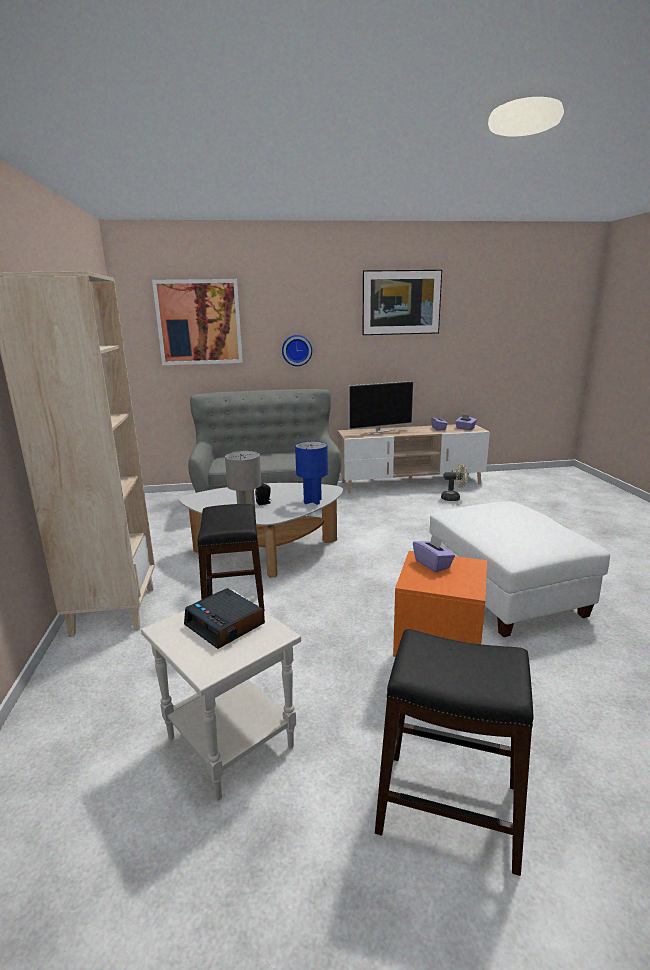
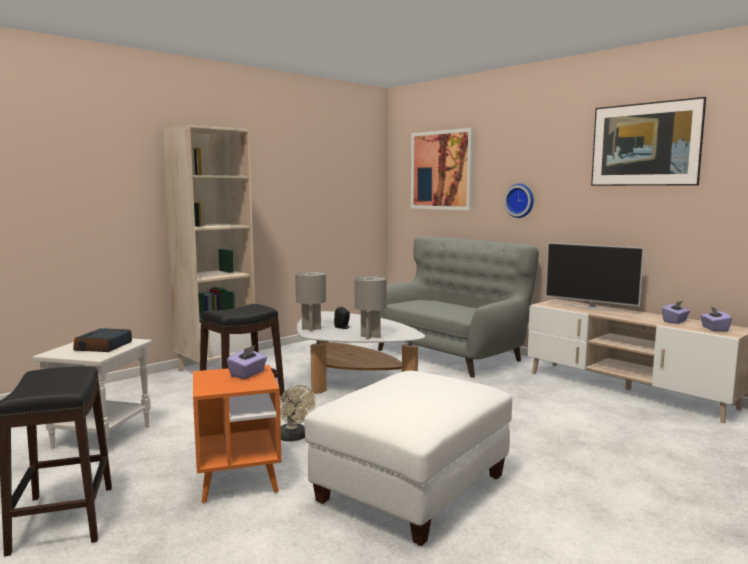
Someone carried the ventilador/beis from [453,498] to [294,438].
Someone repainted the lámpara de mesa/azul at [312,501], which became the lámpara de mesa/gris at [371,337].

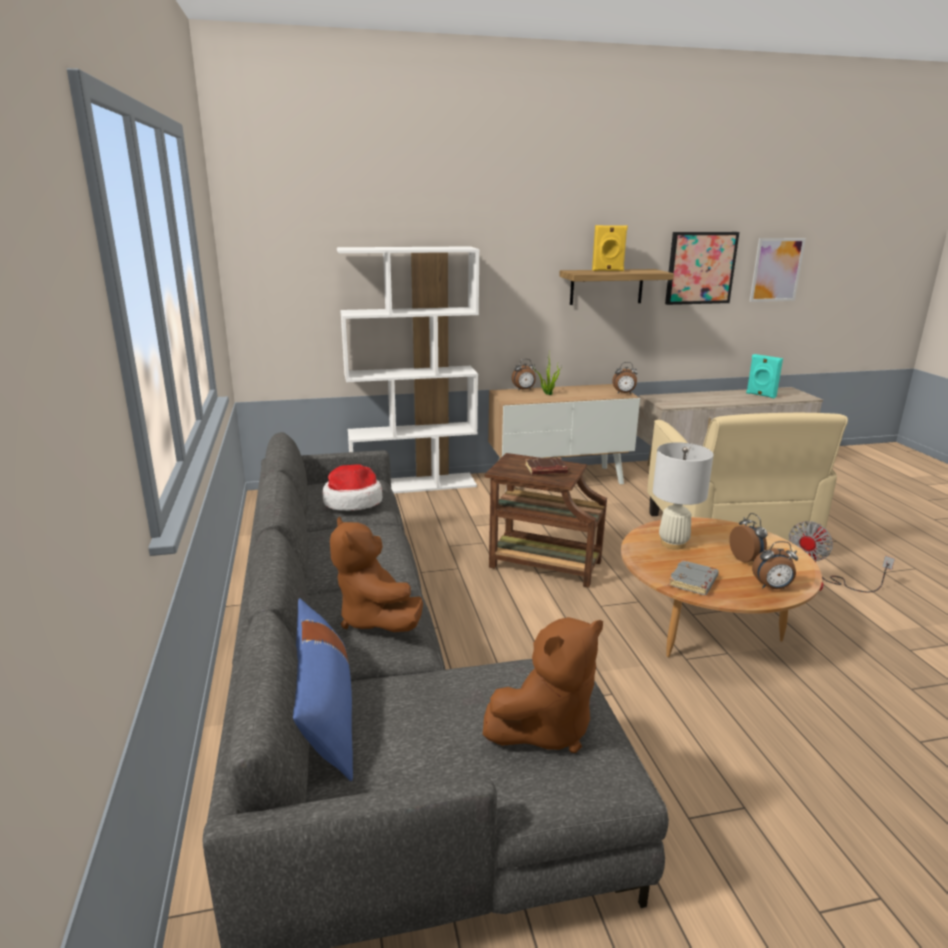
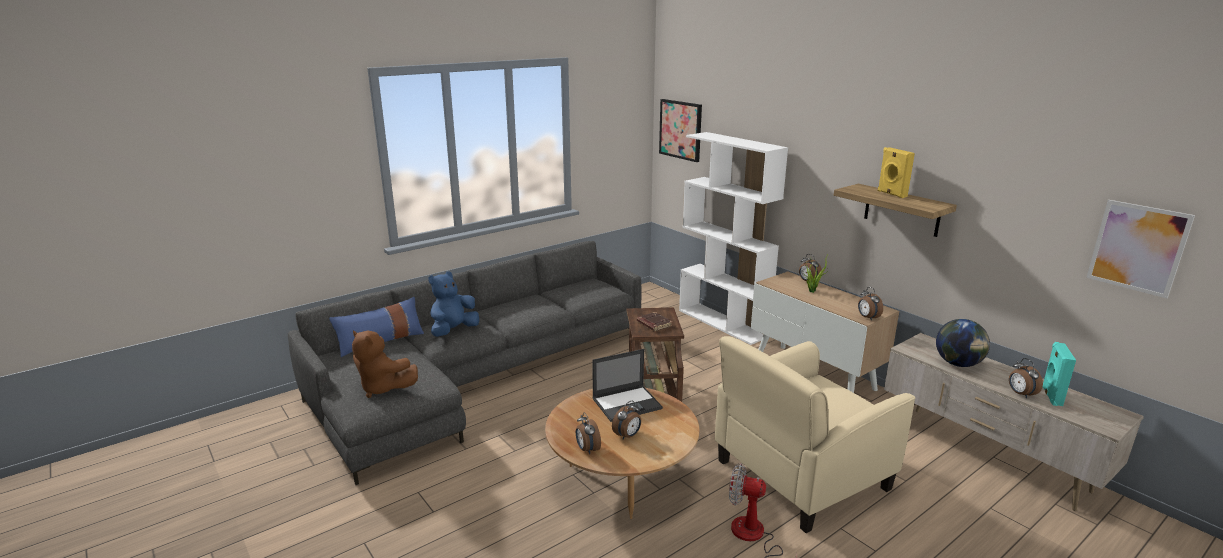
Someone took away the sombrero at [352,501].
Someone took away the libro/gris at [693,582].
Someone put down the globo terráqueo at [958,364].
Someone put down the despertador at [1020,394].
Someone carried the cuadro from [700,268] to [681,129].
Someone swapped the lámpara de mesa/blanco at [673,543] for the portátil at [627,403].
Someone repainted the peluche/marrón at [375,619], which became the peluche/azul at [453,331].

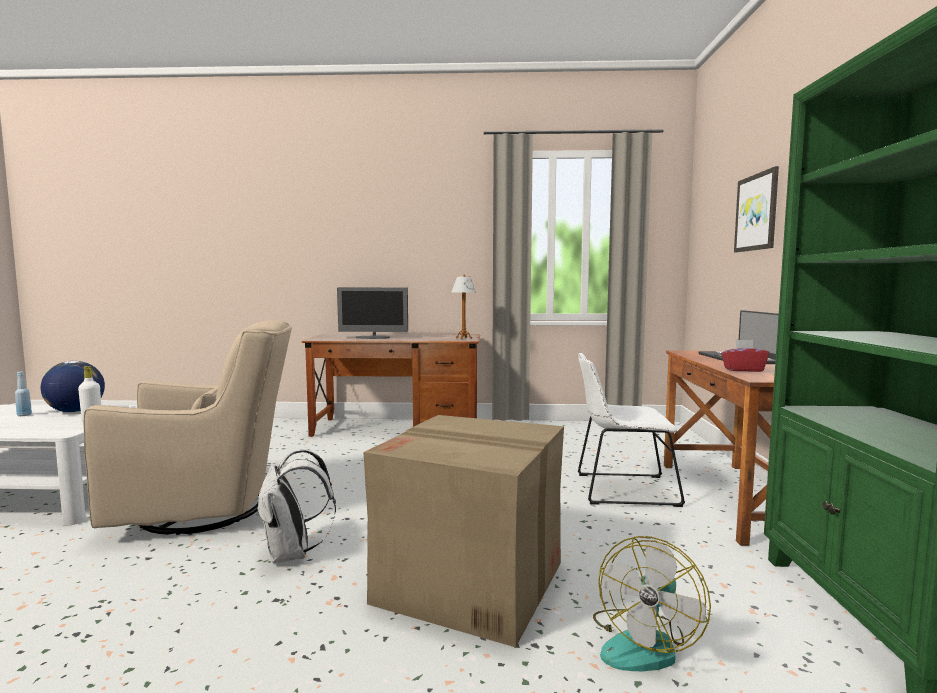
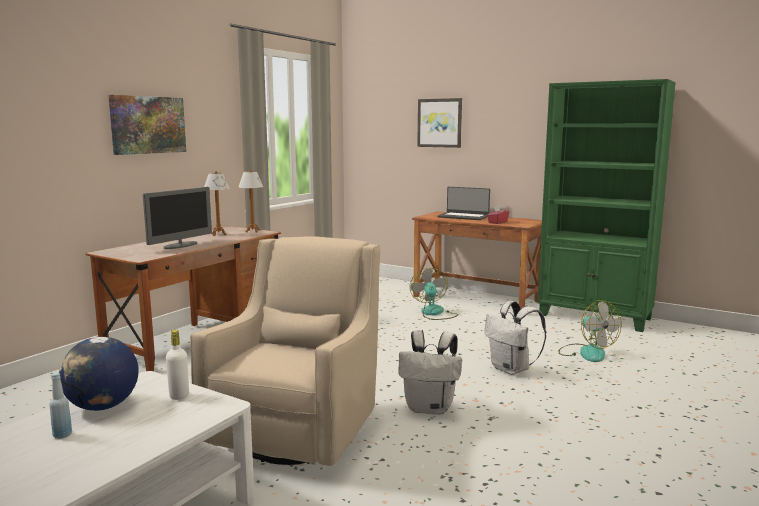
Someone put up the cuadro at [148,125].
Someone put down the lámpara de mesa at [219,234].
Someone swapped the caja de cartón at [472,582] for the mochila/blanco at [512,369].
Someone swapped the silla/blanco at [621,489] for the ventilador at [434,313].

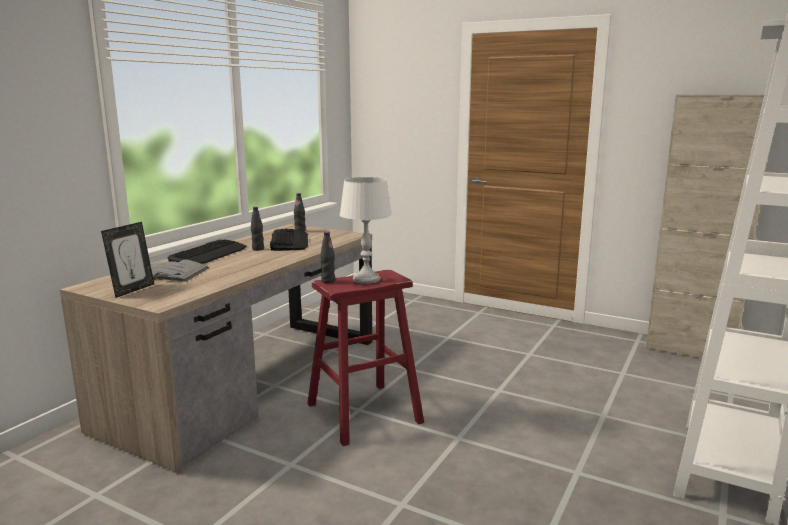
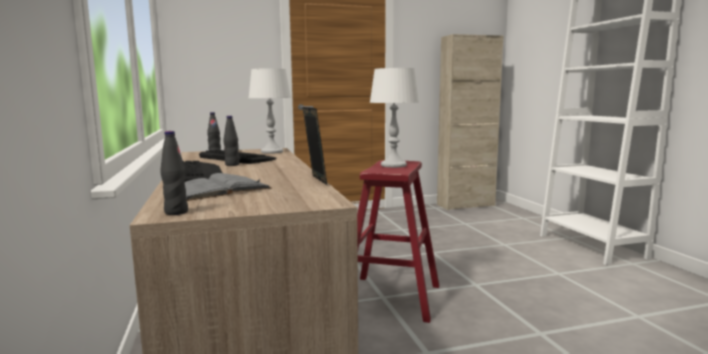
Someone put down the lámpara de mesa/blanco at [271,152].
Someone carried the portarretratos from [132,290] to [315,180].
Someone carried the botella/negro from [328,281] to [176,212].

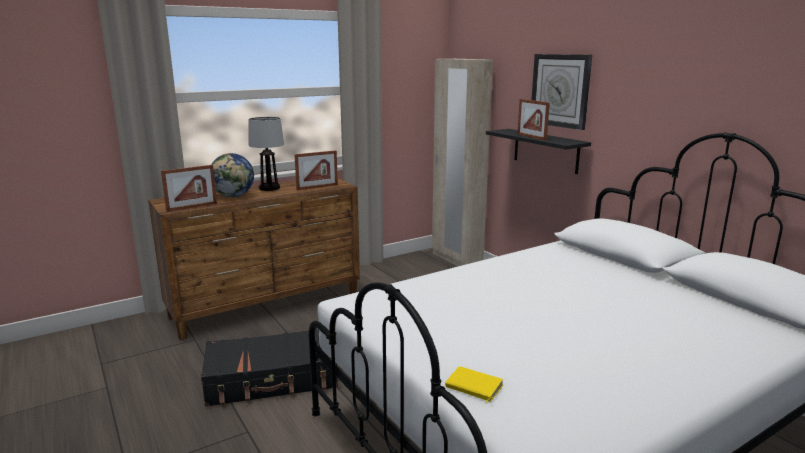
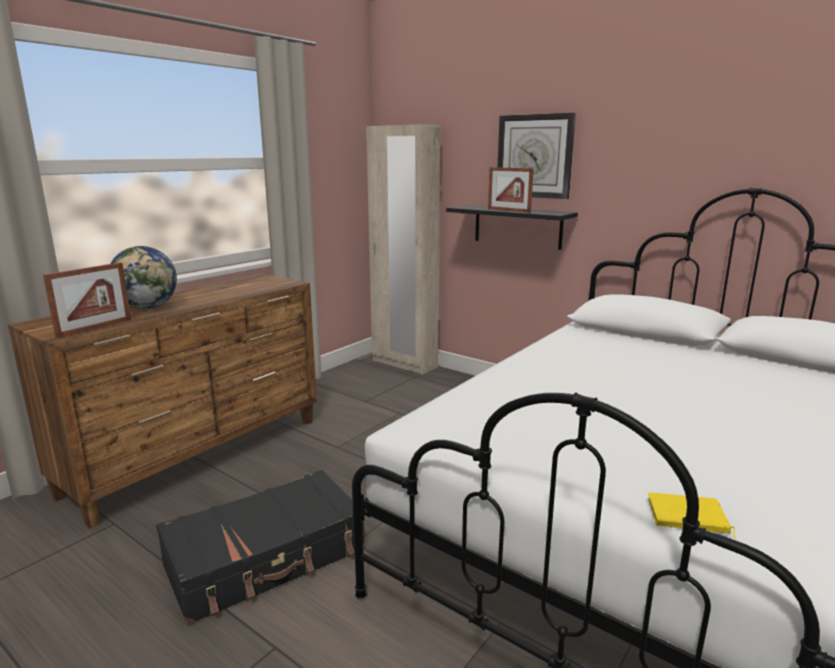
Someone took away the lámpara de mesa at [270,188].
Someone took away the portarretratos at [317,187].

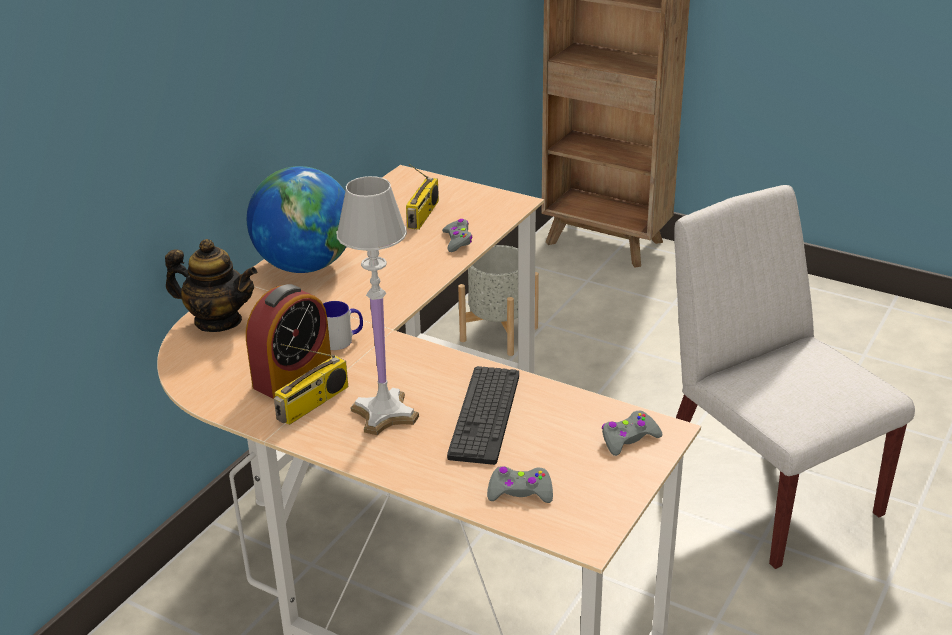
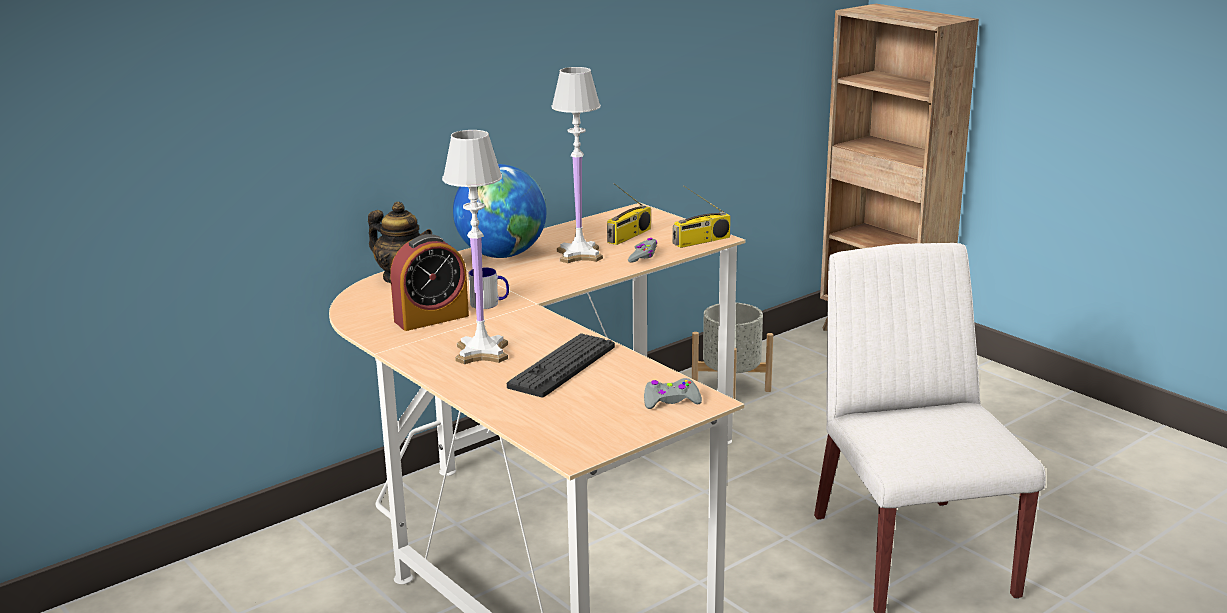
Someone took away the mando de consola/gris at [520,492].
Someone put down the lámpara de mesa/blanco at [580,255].
Someone carried the radio from [313,404] to [701,241].

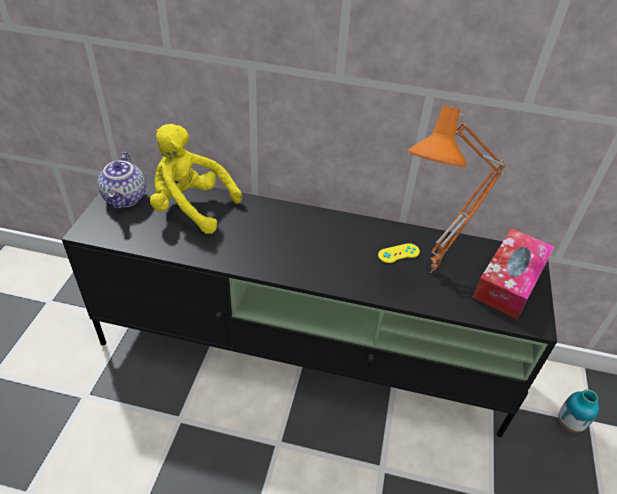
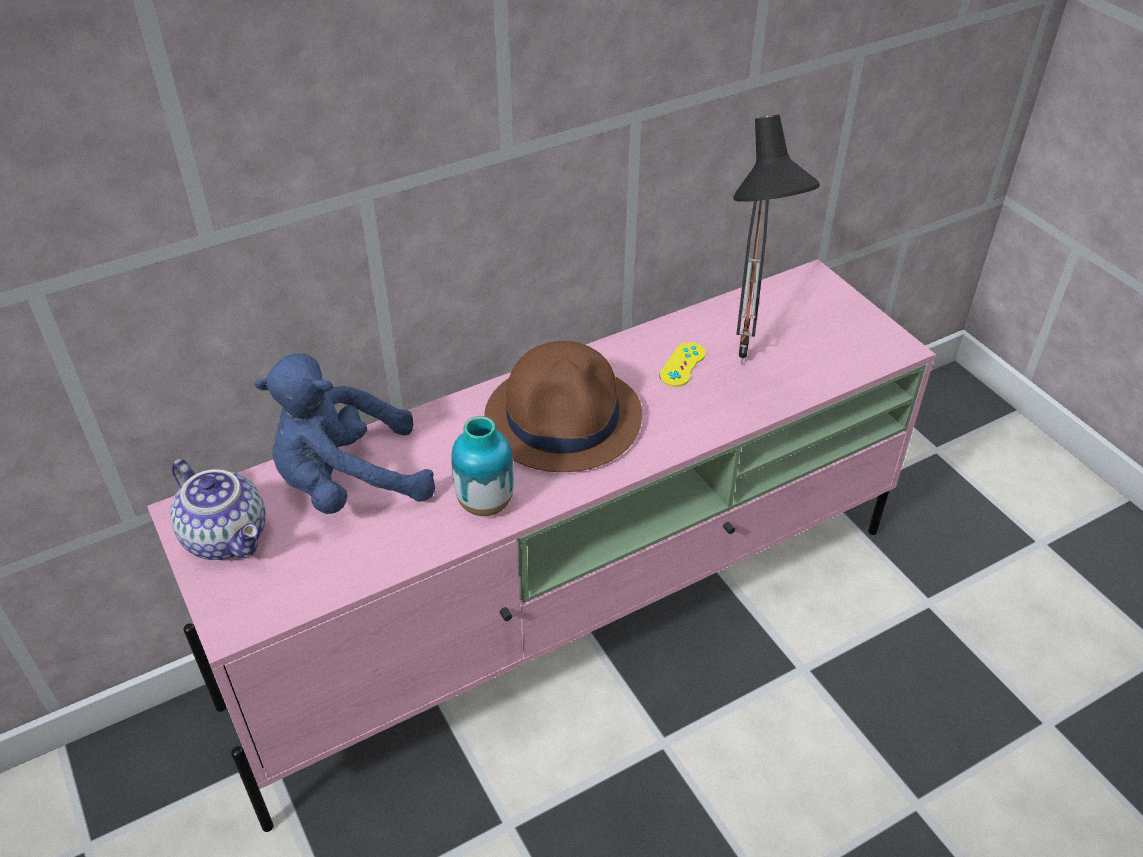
Someone took away the caja de pañuelos at [509,281].
Someone put down the sombrero/marrón at [564,418].
Someone carried the florero from [569,423] to [485,503].
Someone repainted the mueble de televisión/negro at [304,355], which became the mueble de televisión/rosa at [574,613].
Someone repainted the peluche/amarillo at [191,207], which became the peluche/azul at [348,483].
Someone repainted the lámpara de mesa/naranja at [435,273], which became the lámpara de mesa/negro at [747,361].

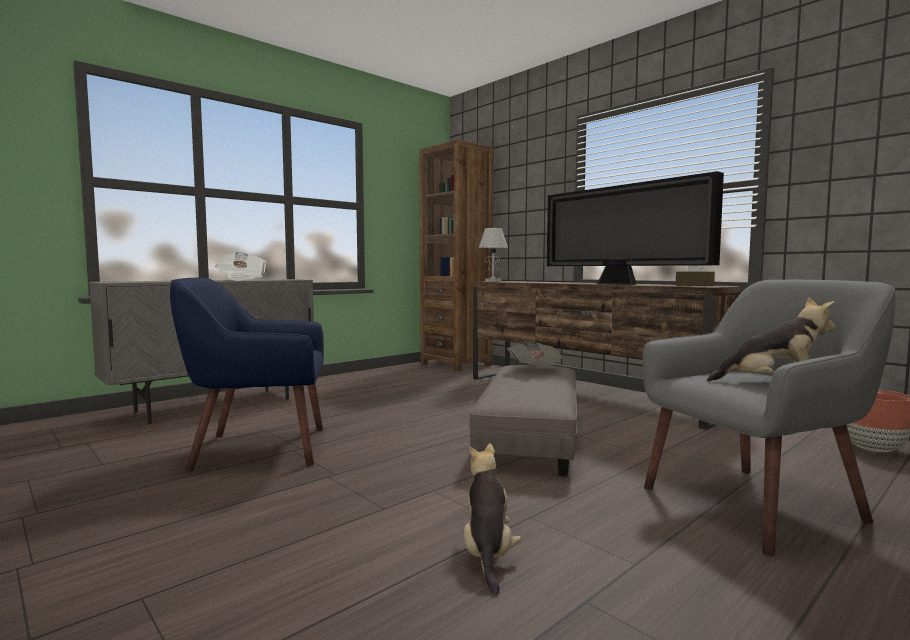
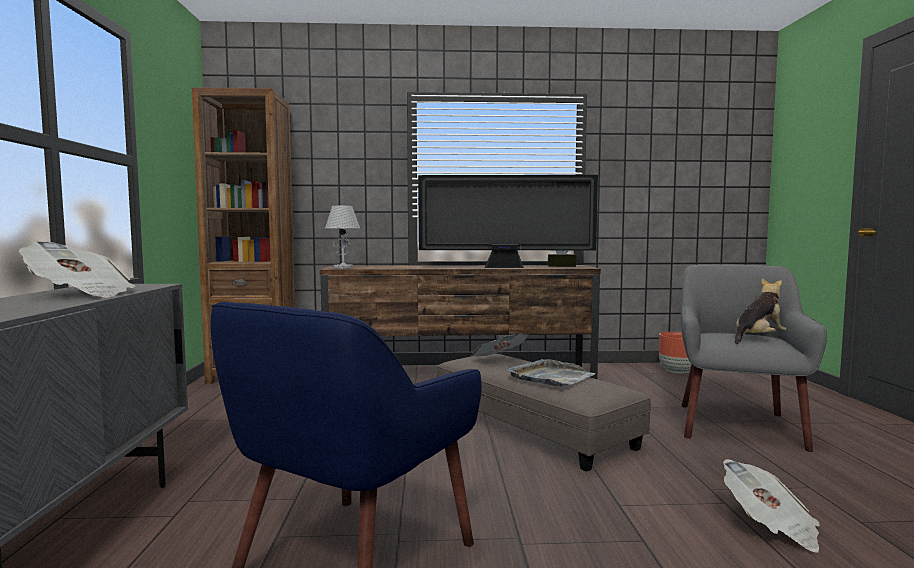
Someone put down the bandeja/gris at [551,377].
Someone swapped the peluche at [488,553] for the periódico at [771,527].

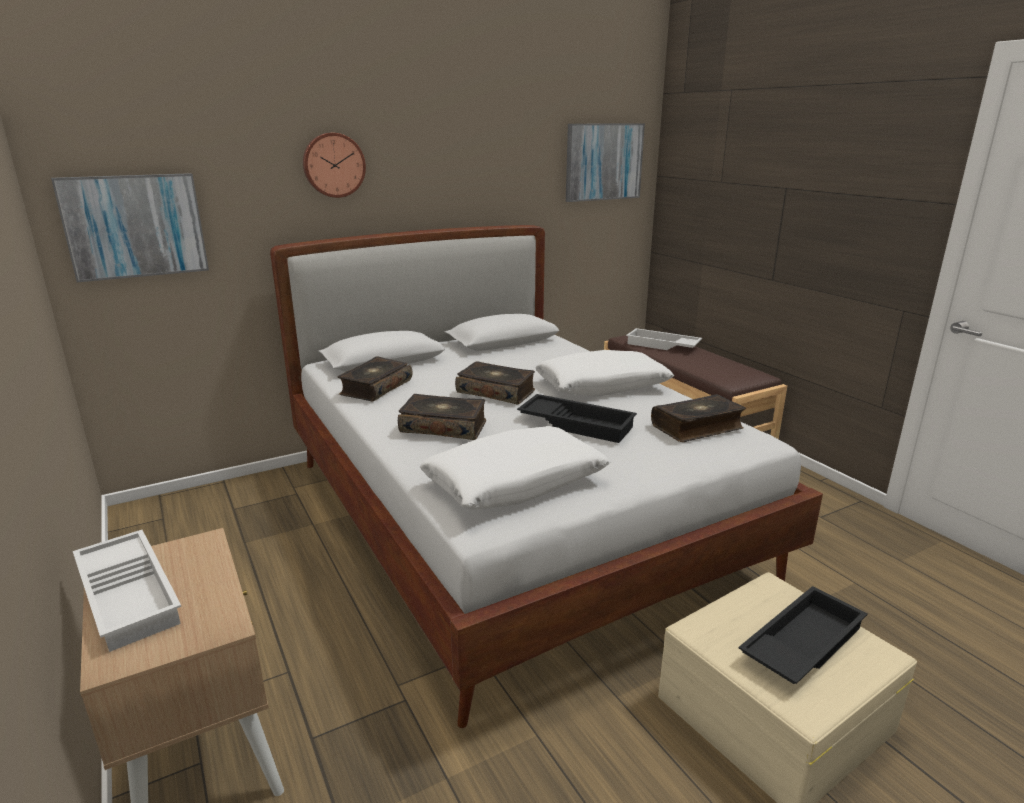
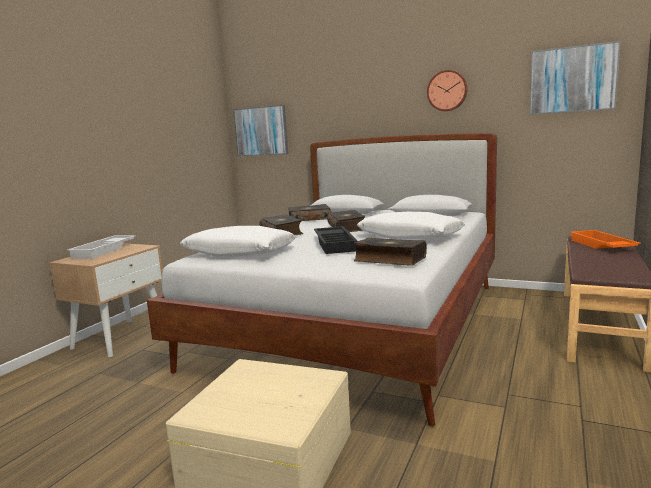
Someone took away the bandeja/negro at [800,643].
Someone carried the reloj de pared from [333,165] to [447,91].
Someone repainted the bandeja/blanco at [662,345], which became the bandeja/naranja at [600,245].

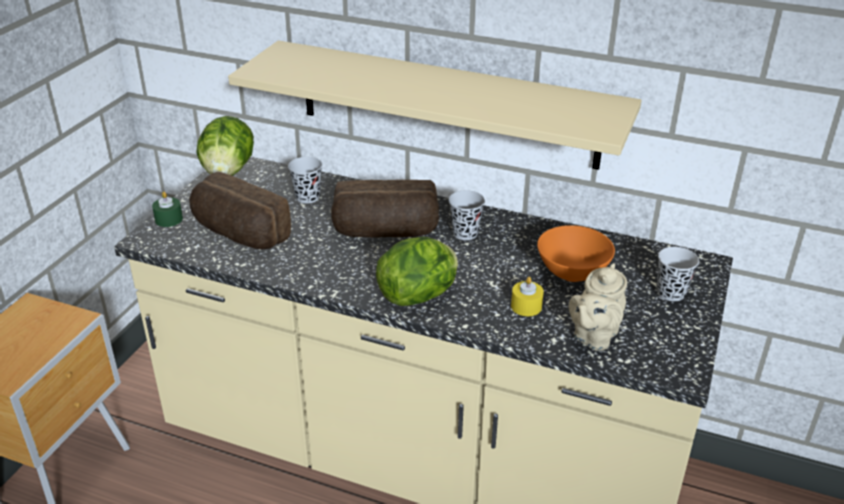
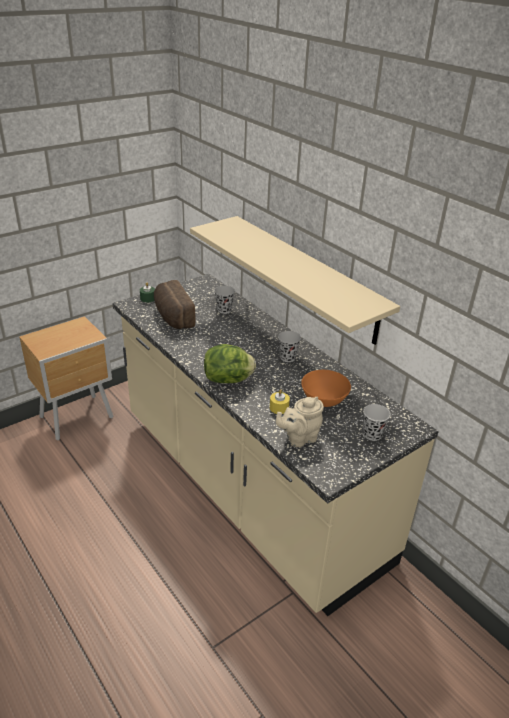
Someone took away the lechuga at [228,172].
Someone took away the pan at [385,232].

